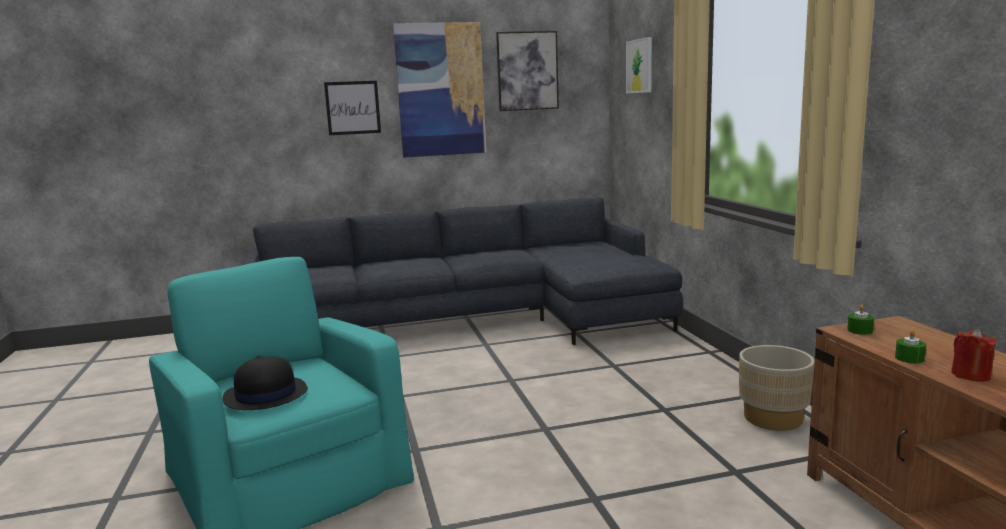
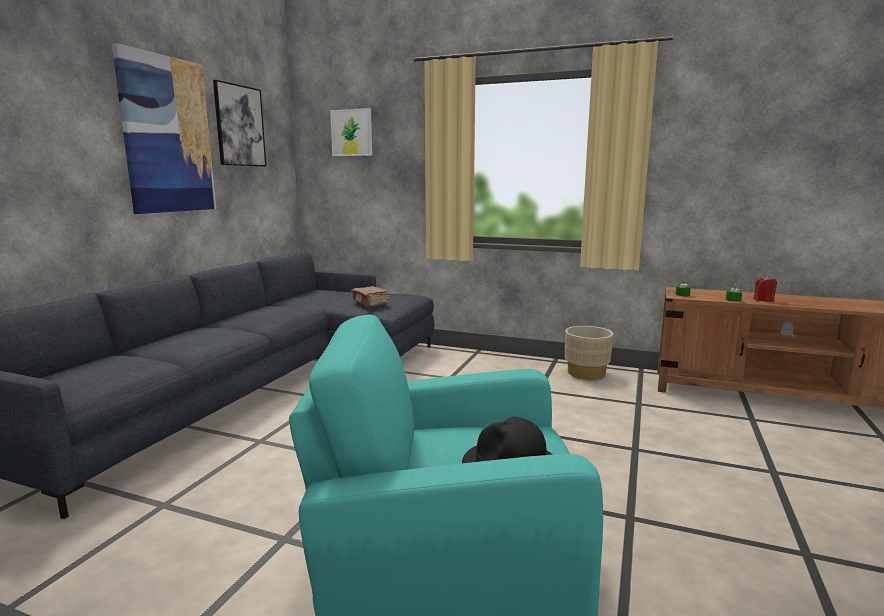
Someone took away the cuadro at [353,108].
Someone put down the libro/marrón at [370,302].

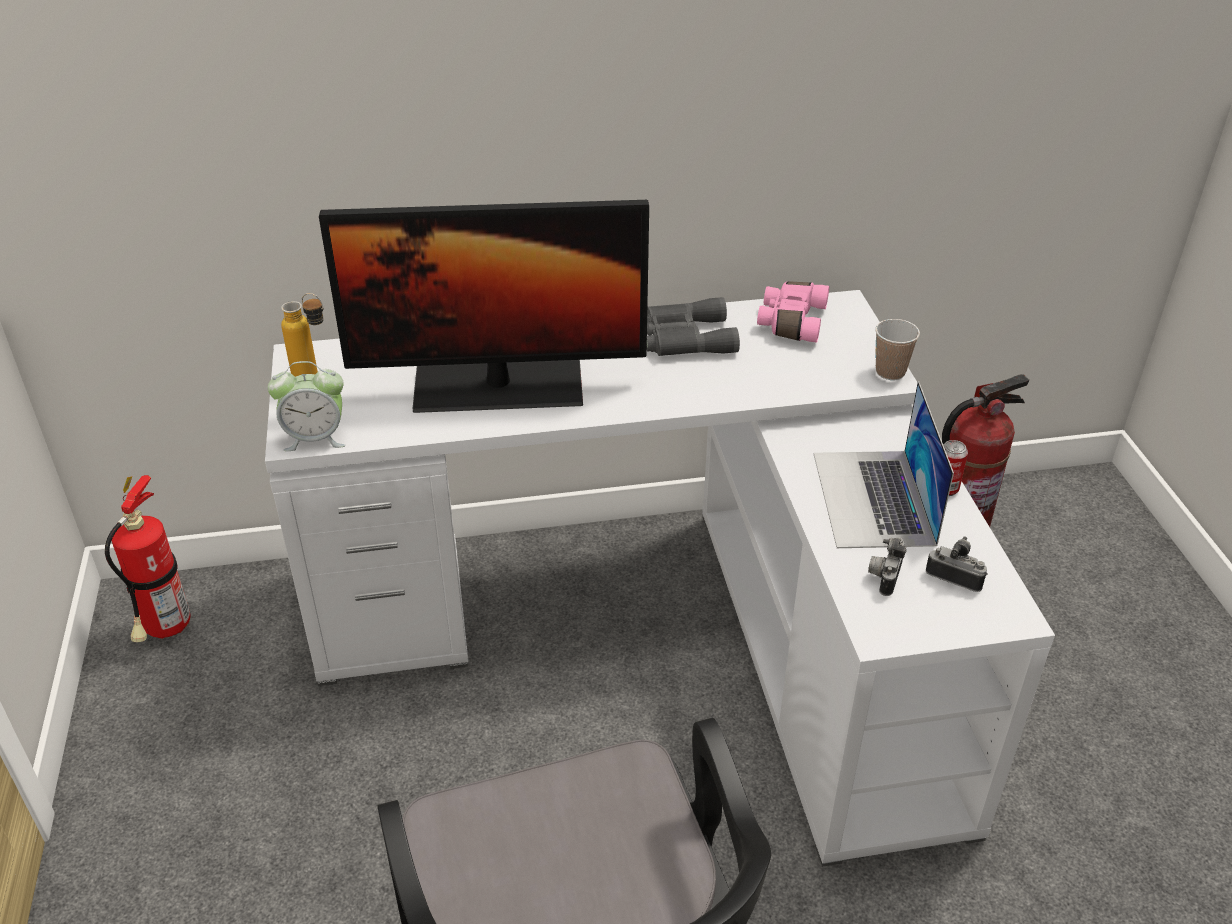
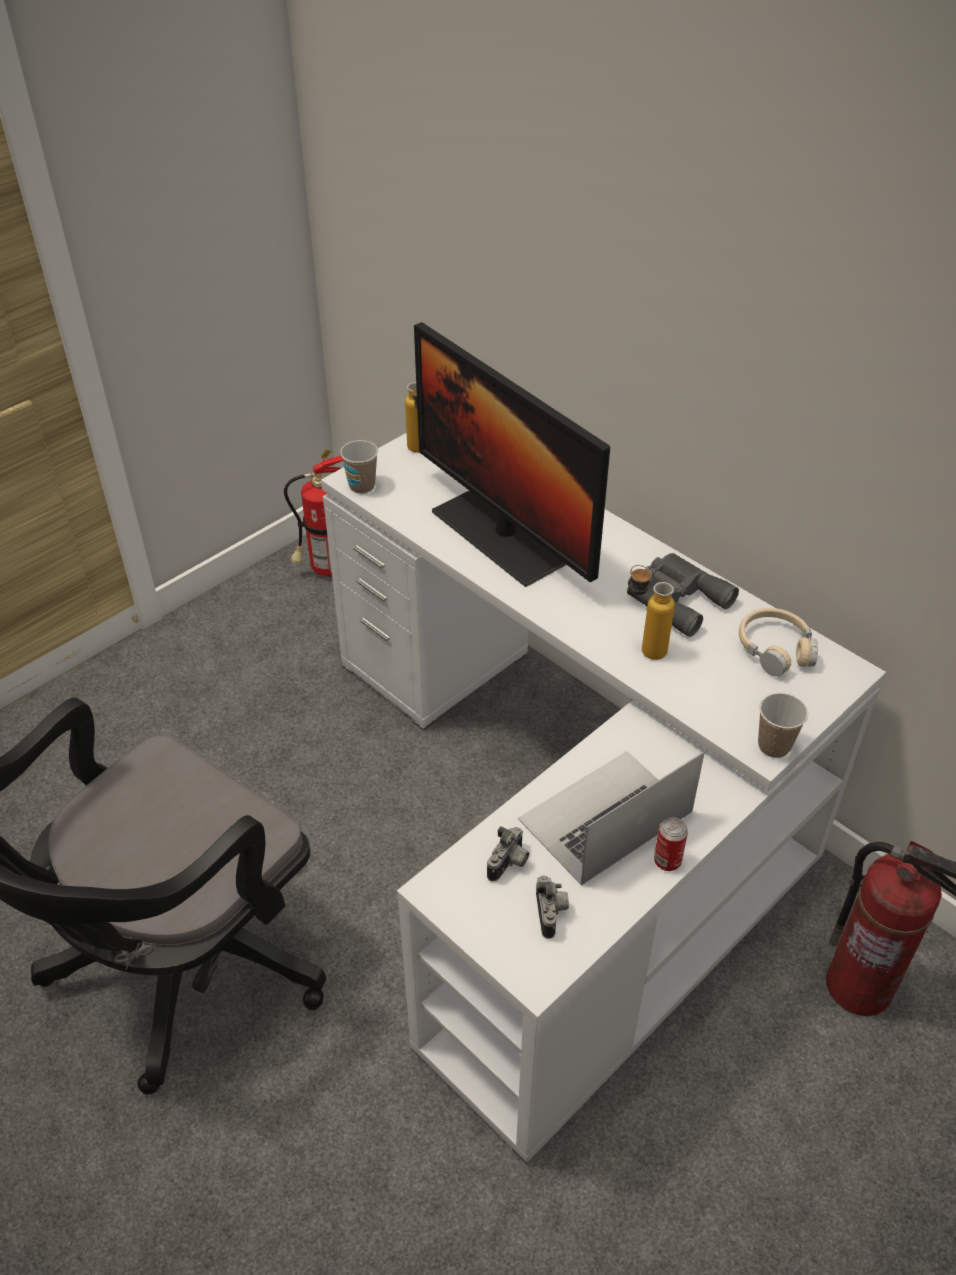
Someone put down the botella at [644,648].
Someone swapped the despertador at [315,438] for the taza at [362,486].
Someone swapped the prismáticos/rosa at [790,322] for the auriculares/beis at [775,649].
Someone rotated the cámara at [884,576] by 135 degrees clockwise.

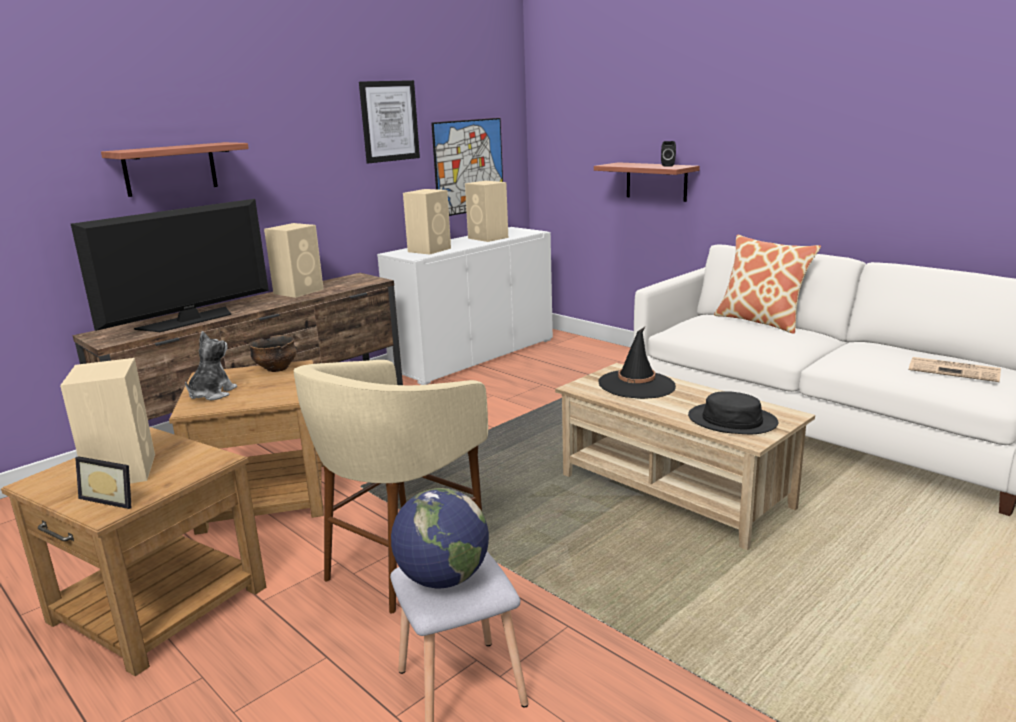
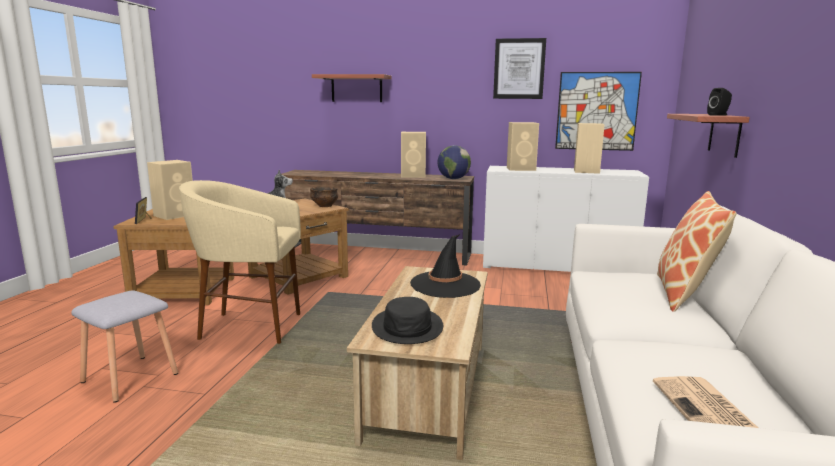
Someone took away the televisor at [189,320].
Someone carried the globo terráqueo from [443,579] to [453,179].

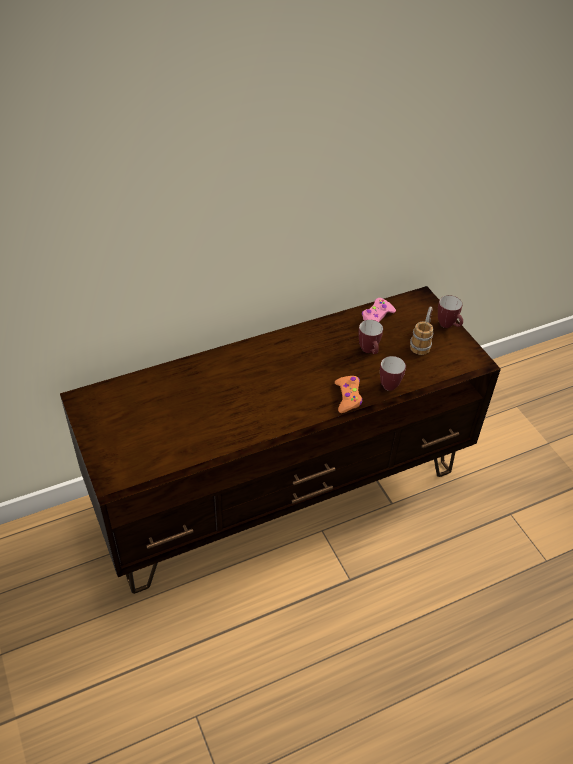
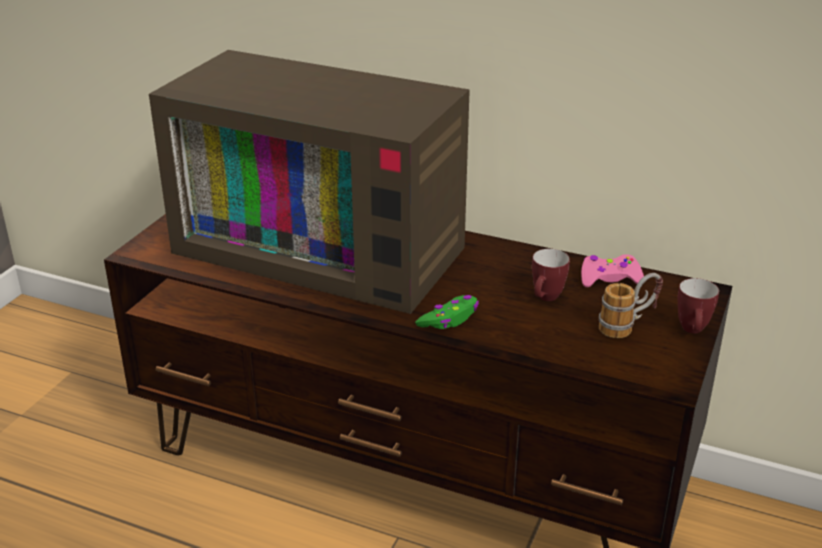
Someone took away the taza grande at [391,384].
Someone put down the televisor at [325,247].
Someone repainted the mando de consola/naranja at [348,397], which became the mando de consola/verde at [449,319].

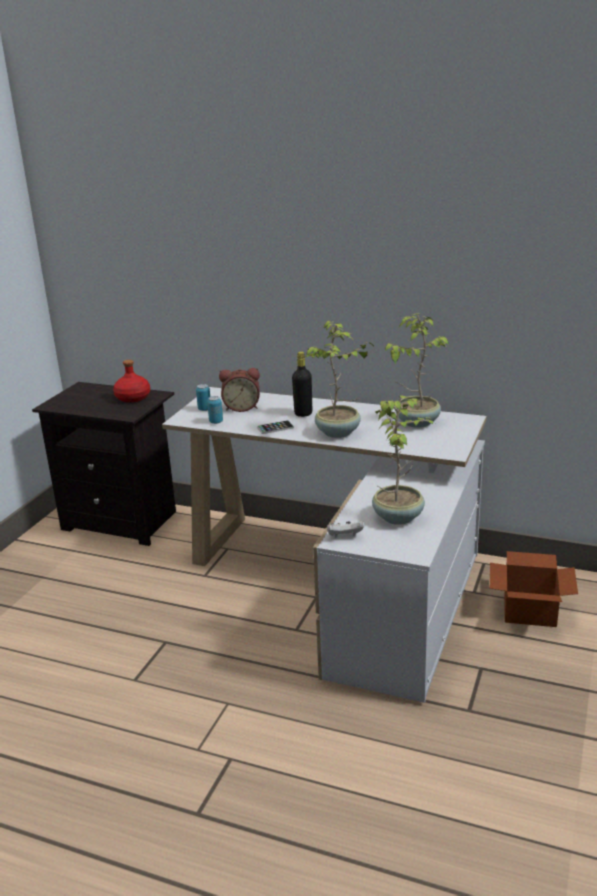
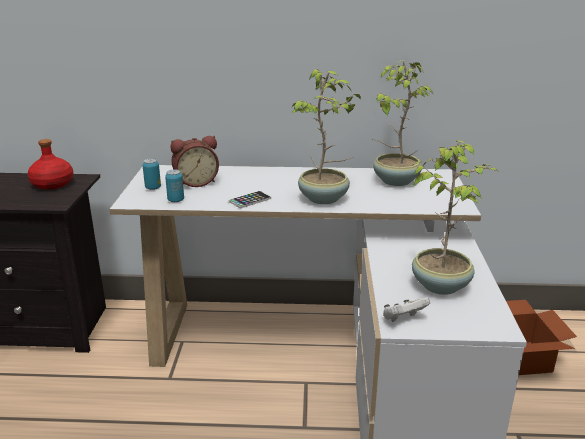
Someone took away the botella/negro at [303,413].

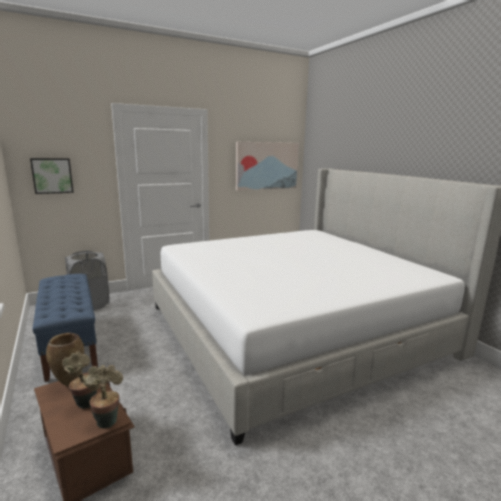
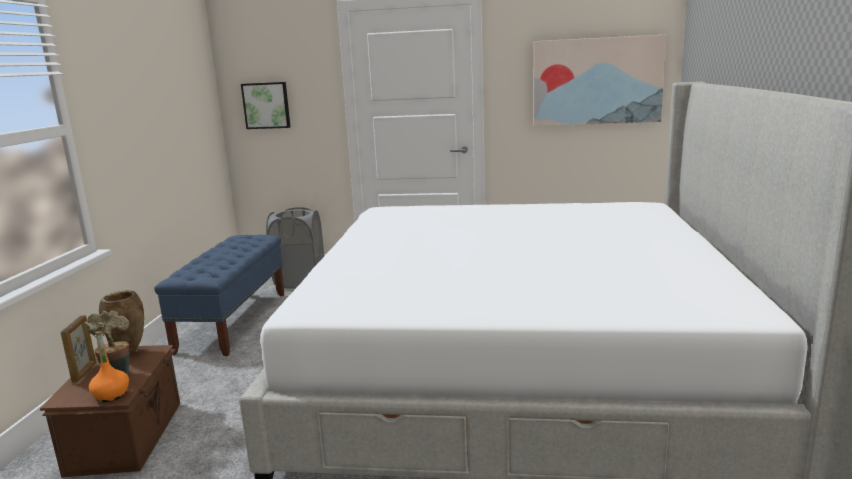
Someone put down the portarretratos at [85,372].
Someone swapped the planta en maceta at [106,420] for the botella/naranja at [111,395].

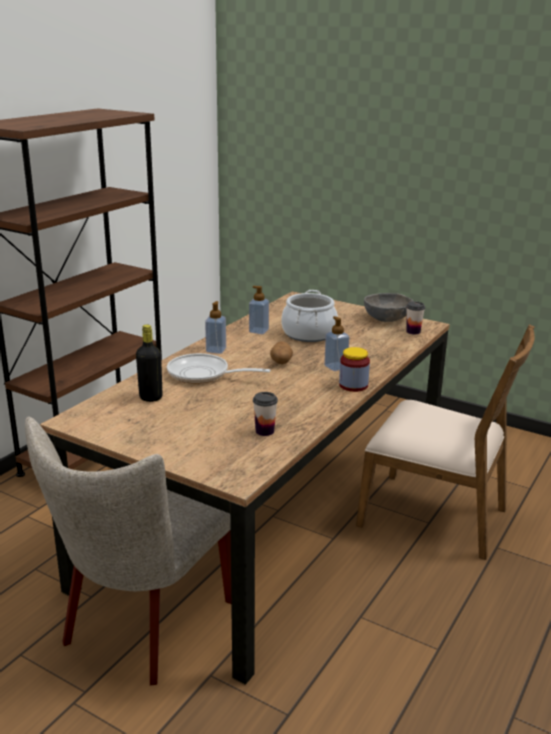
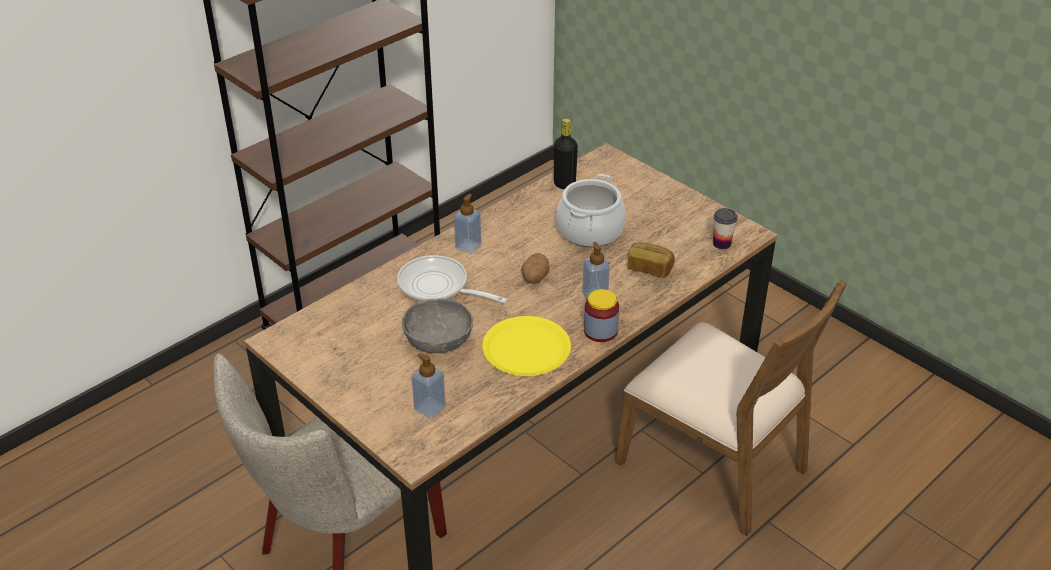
Someone took away the taza at [264,431].
Someone put down the plato/amarillo at [526,348].
Someone put down the pan at [649,268].
Someone carried the botella/negro from [151,397] to [564,184].
Someone carried the dispensador de jabón from [258,331] to [429,408].
Someone carried the cuenco/gris from [387,318] to [438,341].

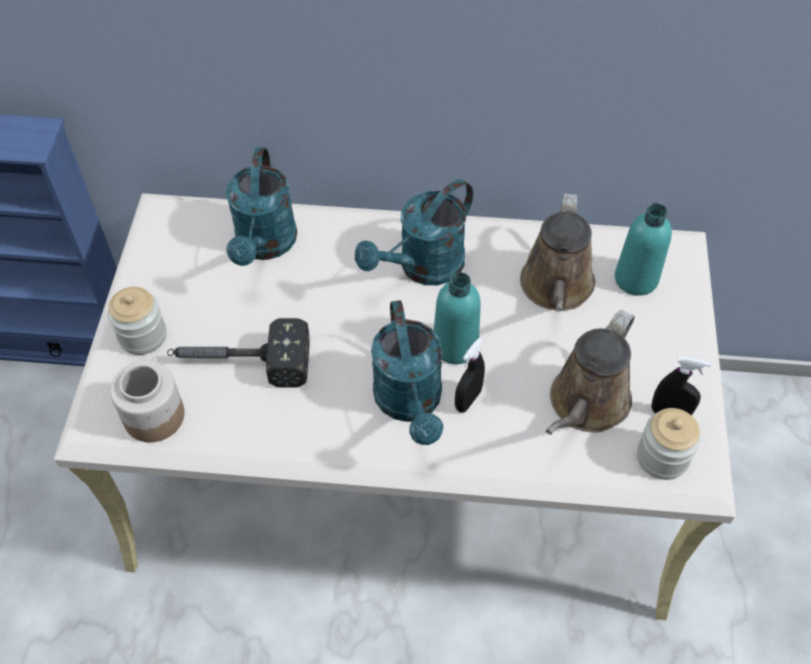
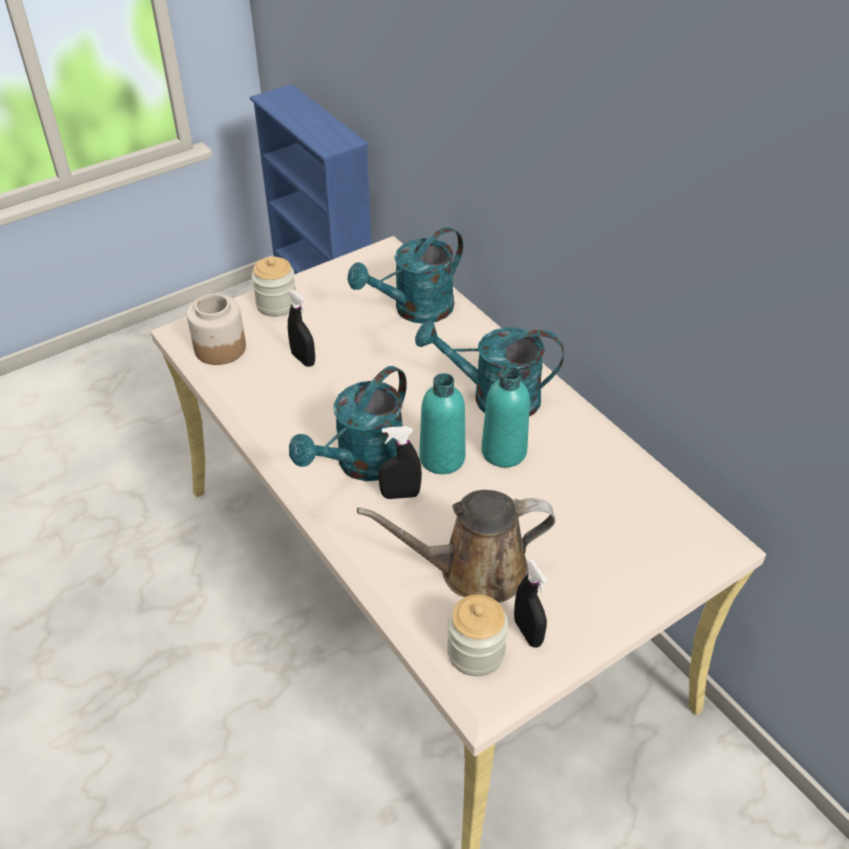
Someone took away the regadera/marrón at [556,288].
Someone carried the botella/turquesa from [636,279] to [503,451].
Someone swapped the martillo at [239,362] for the pulverizador/negro at [303,359].

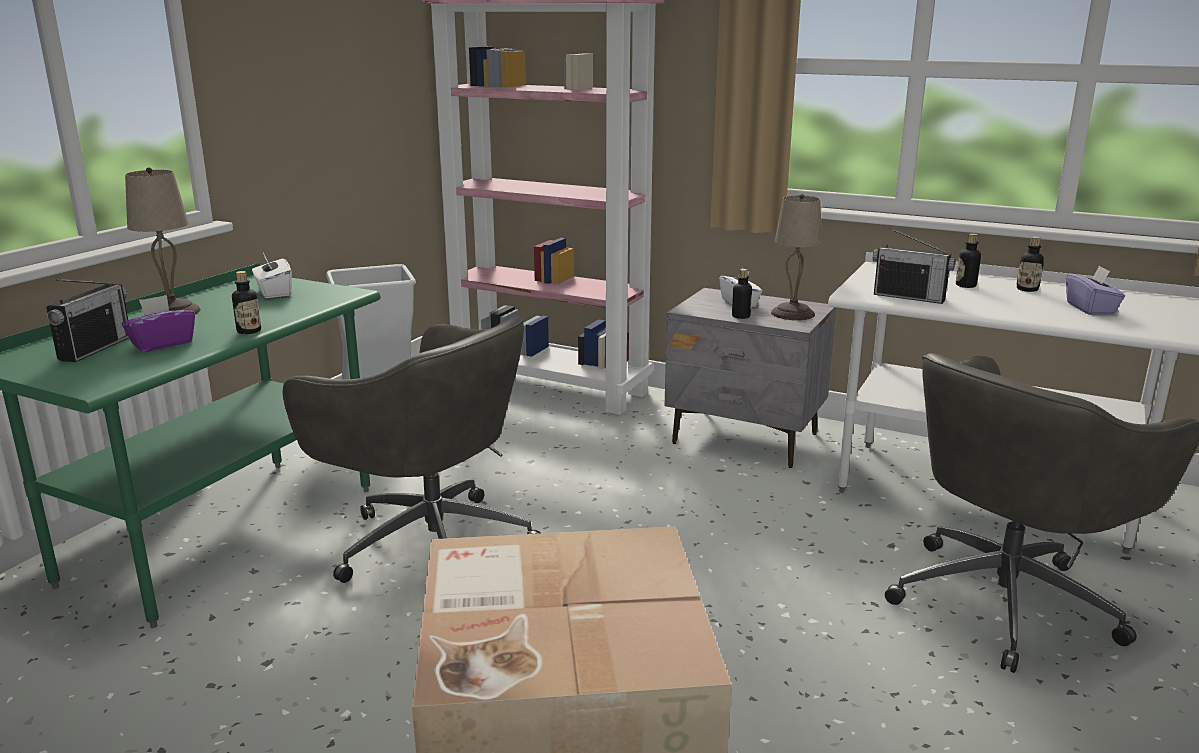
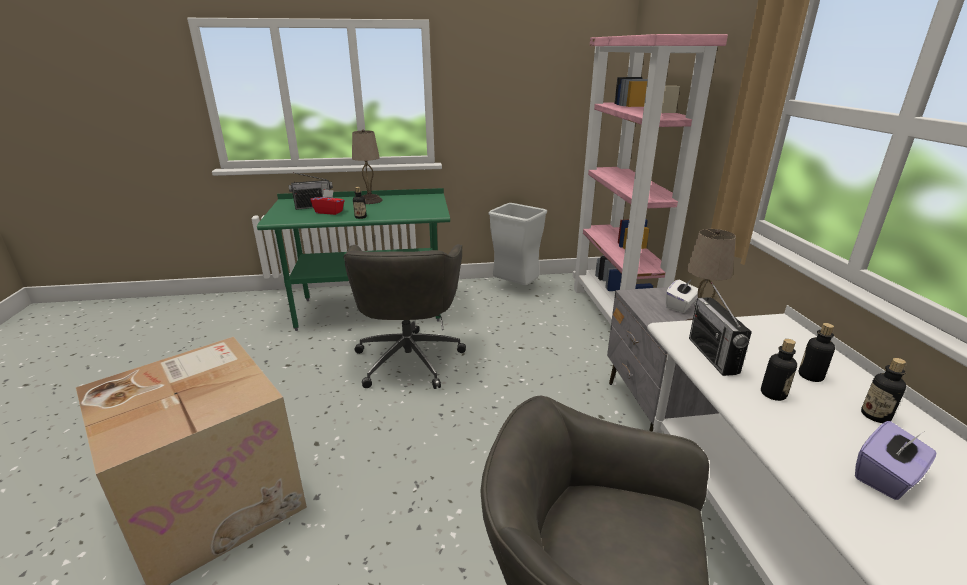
Someone took away the caja de pañuelos/blanco at [274,292].
Someone carried the botella from [741,316] to [773,394].
Someone repainted the caja de pañuelos/morado at [162,344], which became the caja de pañuelos/rojo at [329,212].

